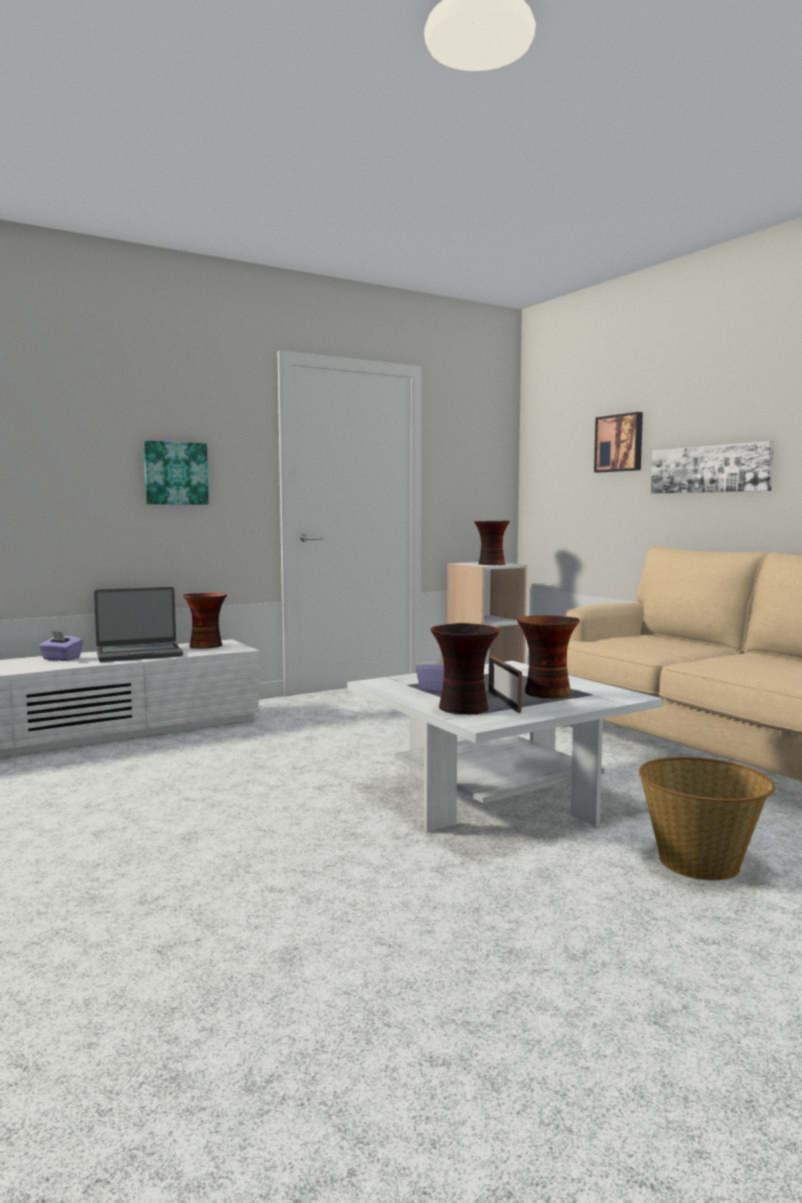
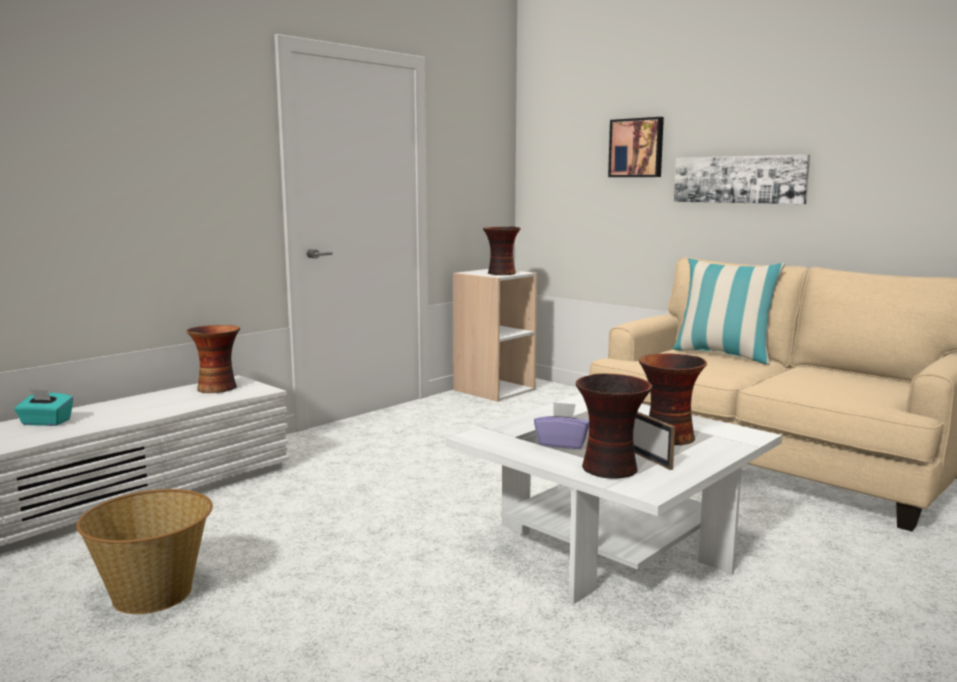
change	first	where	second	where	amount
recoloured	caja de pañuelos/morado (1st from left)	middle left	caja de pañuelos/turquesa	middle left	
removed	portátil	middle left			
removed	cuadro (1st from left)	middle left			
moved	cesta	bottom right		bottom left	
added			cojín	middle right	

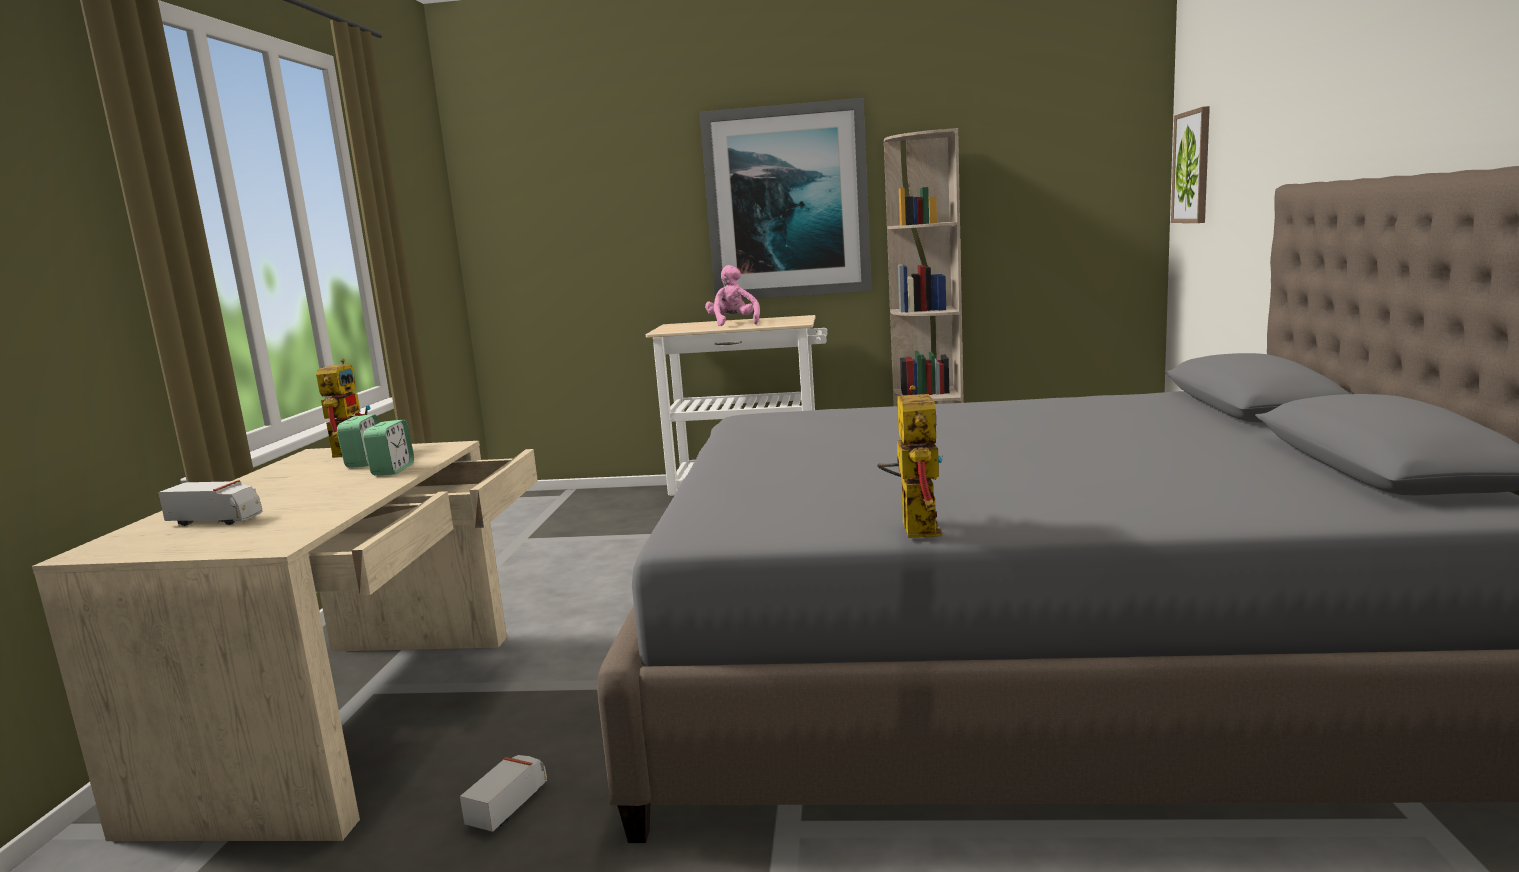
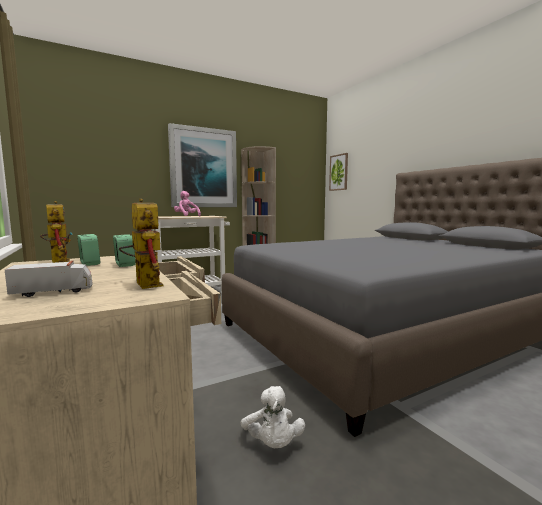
change	first	where	second	where	amount
replaced	camión de juguete (2nd from left)	bottom left	peluche/blanco	bottom centre	
moved	robot de juguete (2nd from left)	centre		middle left	

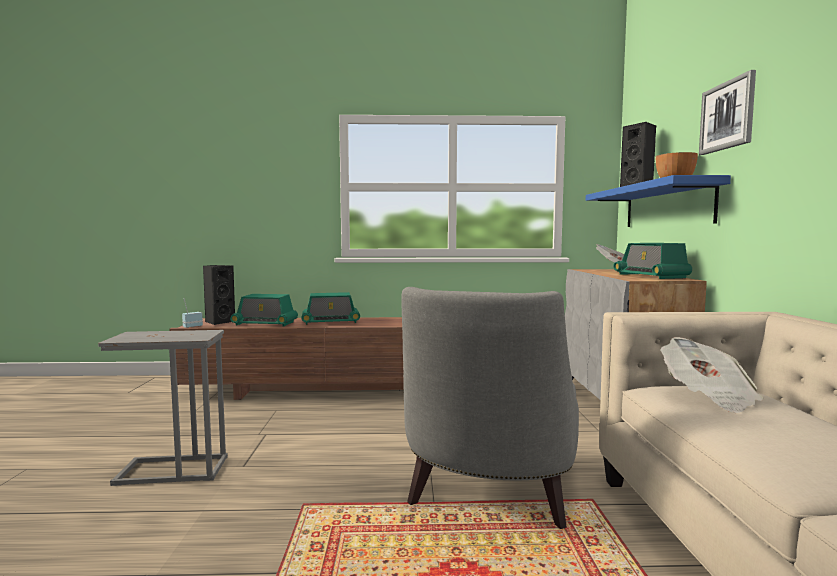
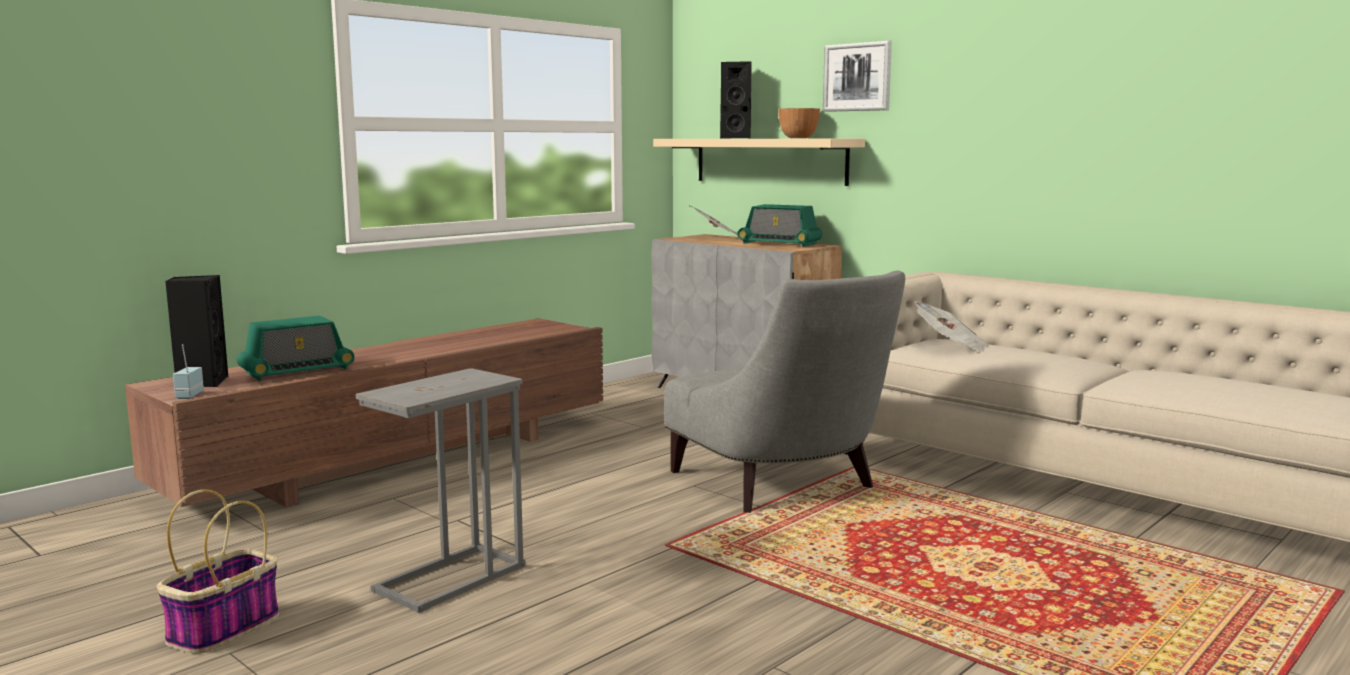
change	first	where	second	where	amount
removed	radio (3rd from left)	centre			
recoloured	estante/azul	middle right	estante/beis	top centre	
added			cesta	bottom left	

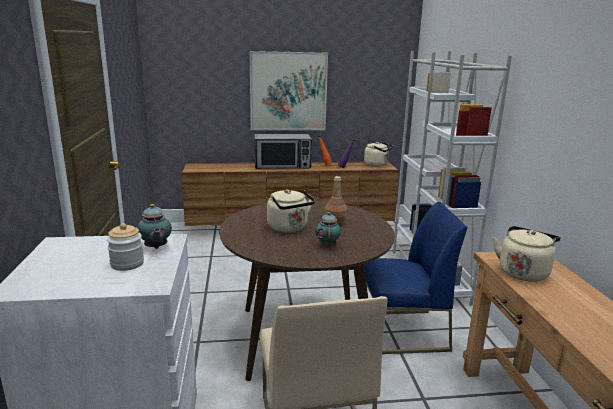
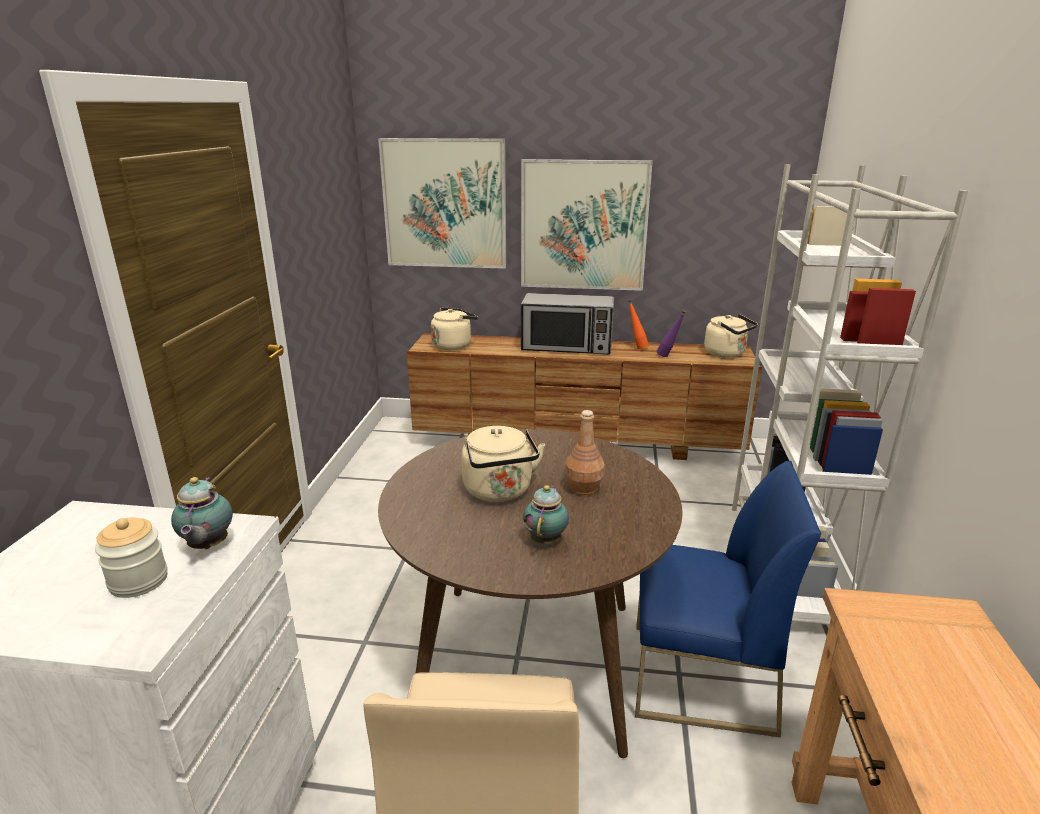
change	first	where	second	where	amount
moved	hervidor/beis (3rd from left in the first image)	middle right	hervidor/beis (1st from left)	centre	
added			cuadro (1st from left)	top centre	

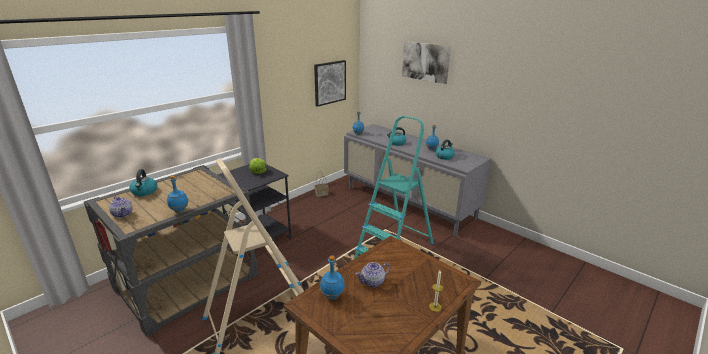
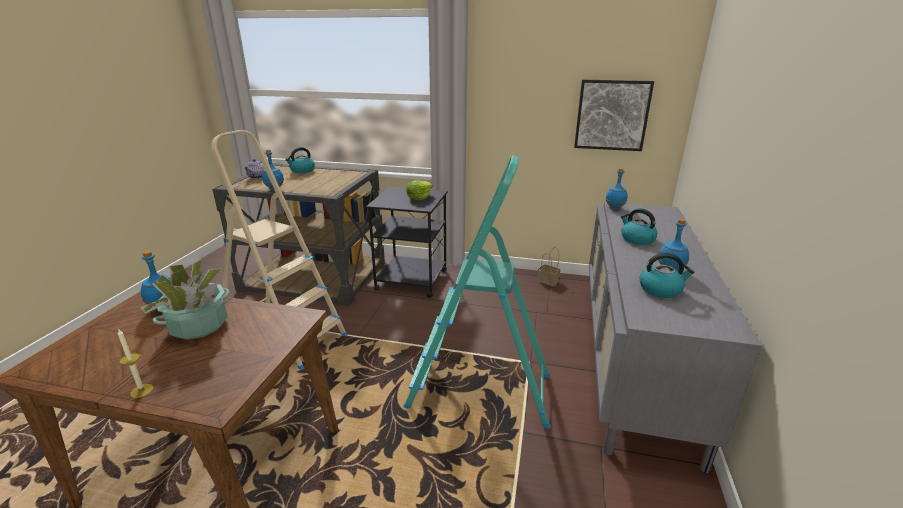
change	first	where	second	where	amount
replaced	tetera (2nd from left)	bottom centre	planta en maceta	middle left	
removed	cuadro (2nd from left)	top centre			

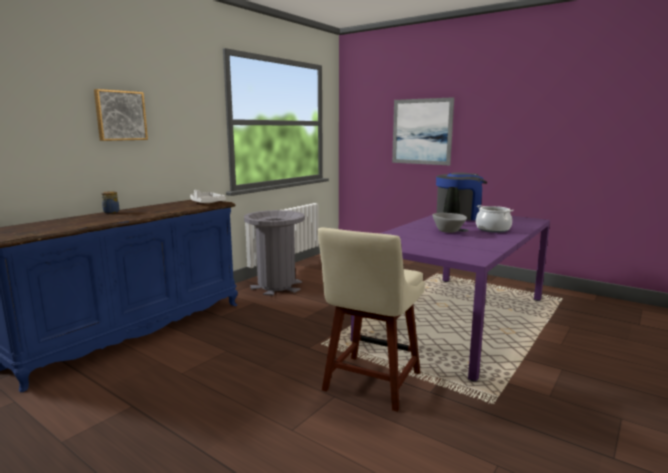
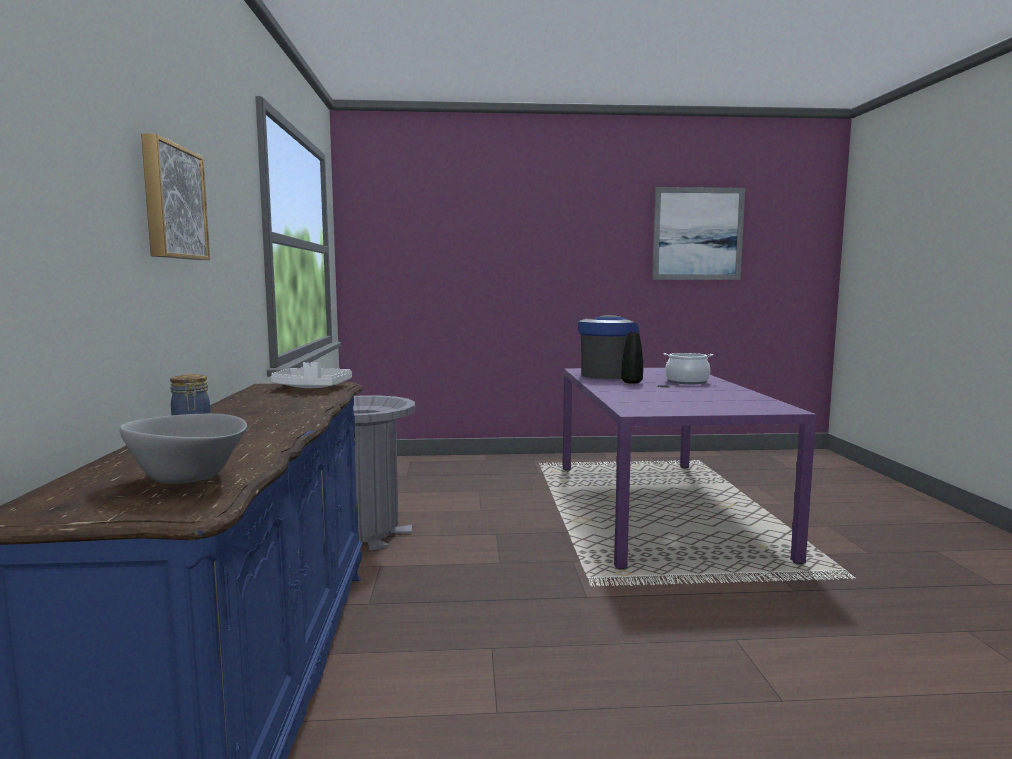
change	first	where	second	where	amount
removed	taburete/beis	bottom centre			
moved	cuadro (2nd from left)	top centre		top right	
moved	cuenco/gris	middle right		middle left	

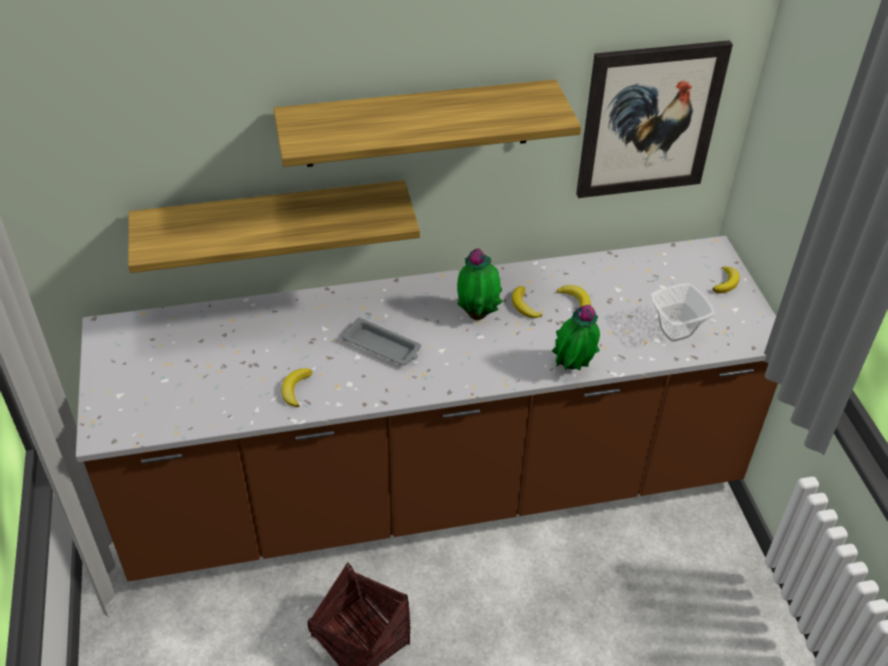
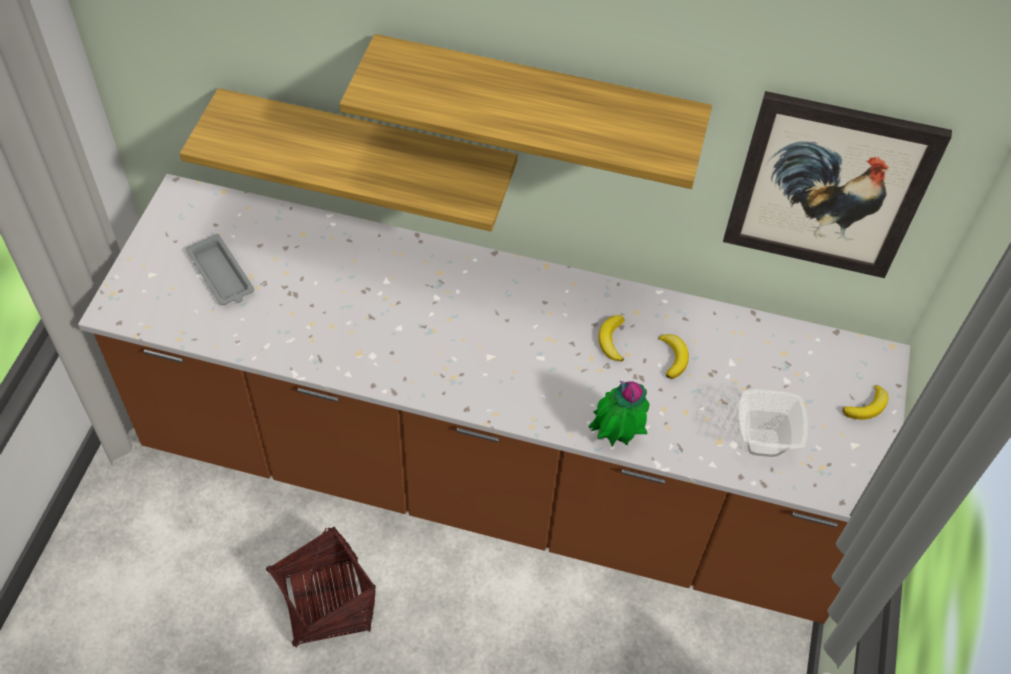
change	first	where	second	where	amount
removed	plátano (1st from left)	centre			
moved	bandeja/gris	centre		middle left	
removed	planta en maceta (1st from left)	centre			

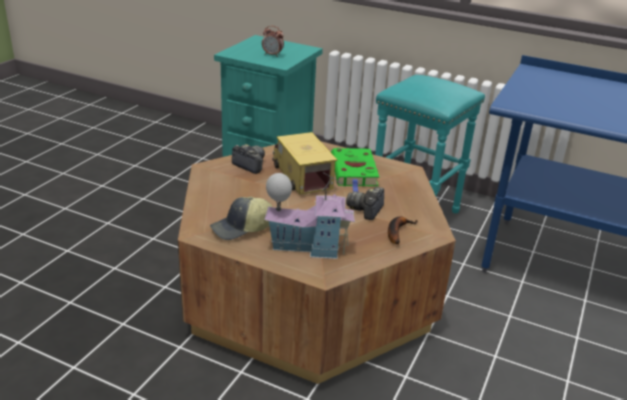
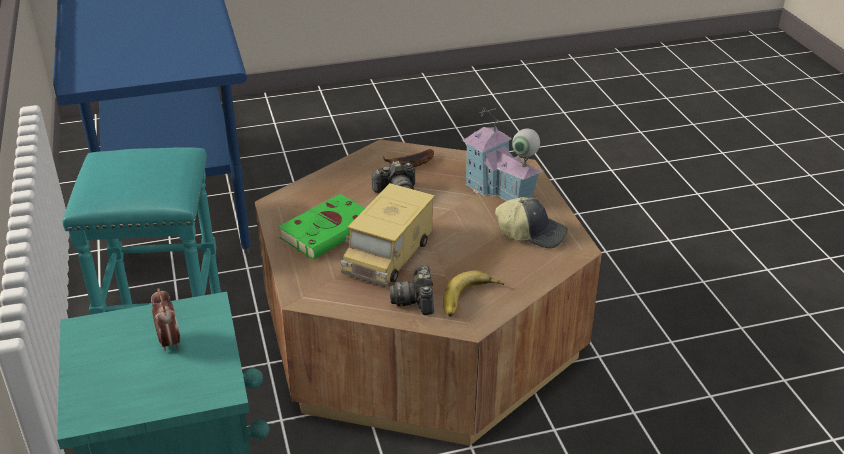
change	first	where	second	where	amount
added			plátano (2nd from left)	centre	

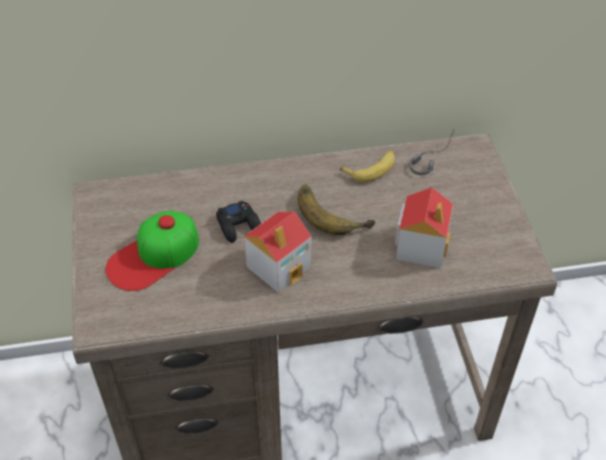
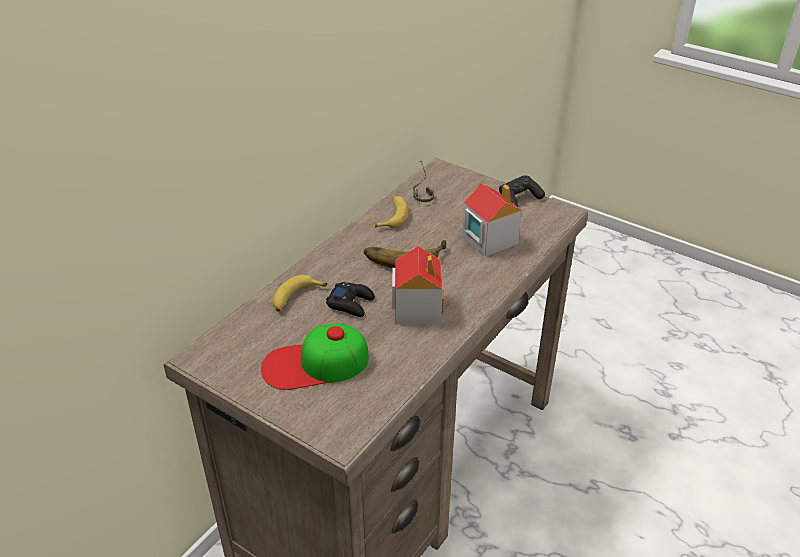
change	first	where	second	where	amount
turned	gorra	middle left		centre	75 degrees clockwise
added			plátano (1st from left)	centre	
added			mando de consola/negro (2nd from left)	centre	

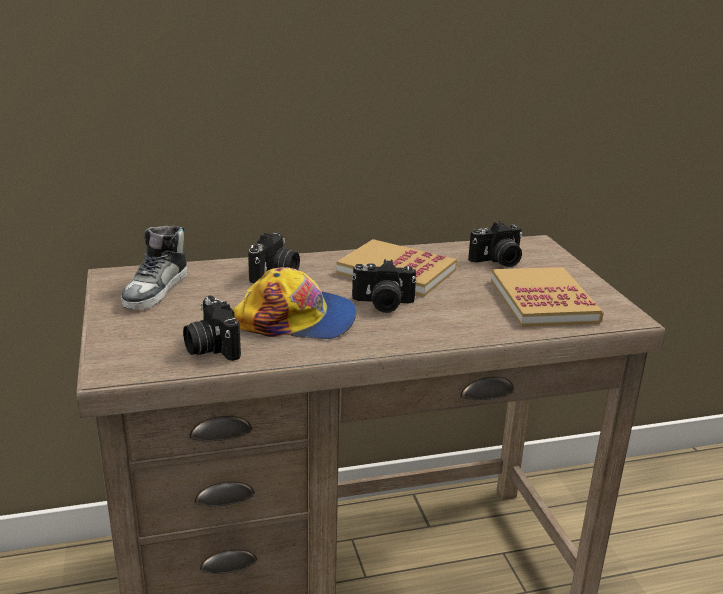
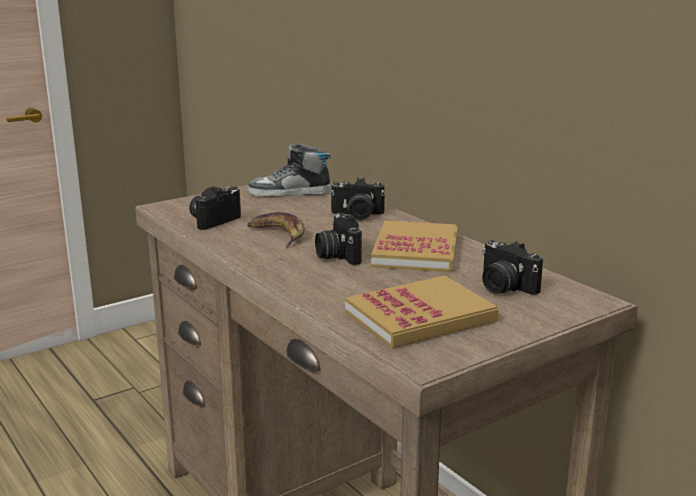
change	first	where	second	where	amount
replaced	gorra	centre	plátano	centre	

